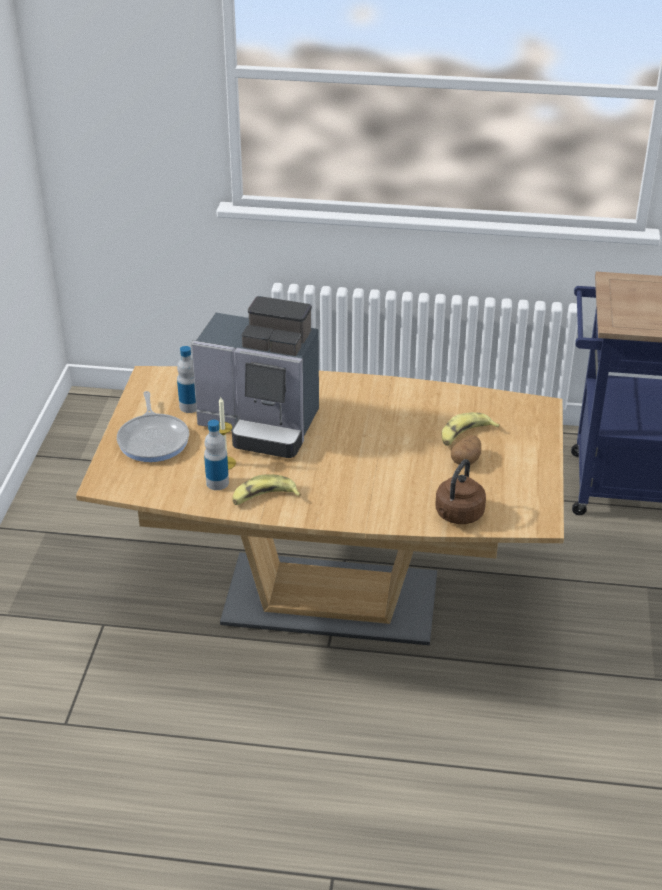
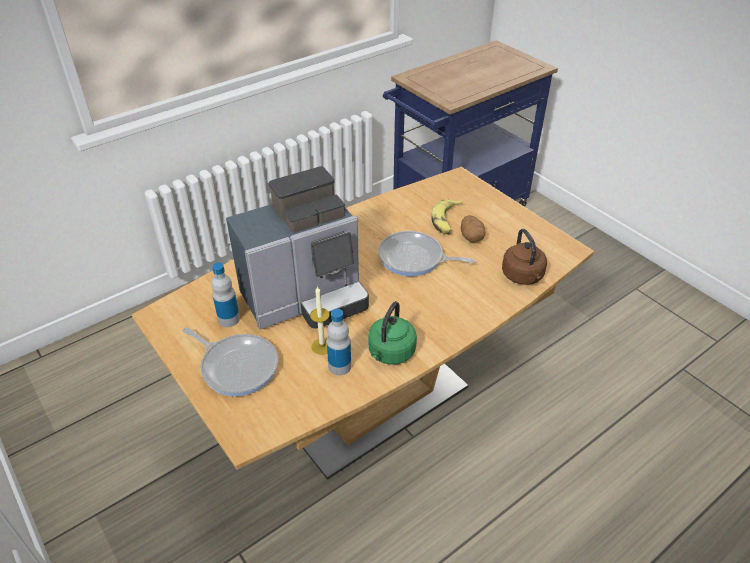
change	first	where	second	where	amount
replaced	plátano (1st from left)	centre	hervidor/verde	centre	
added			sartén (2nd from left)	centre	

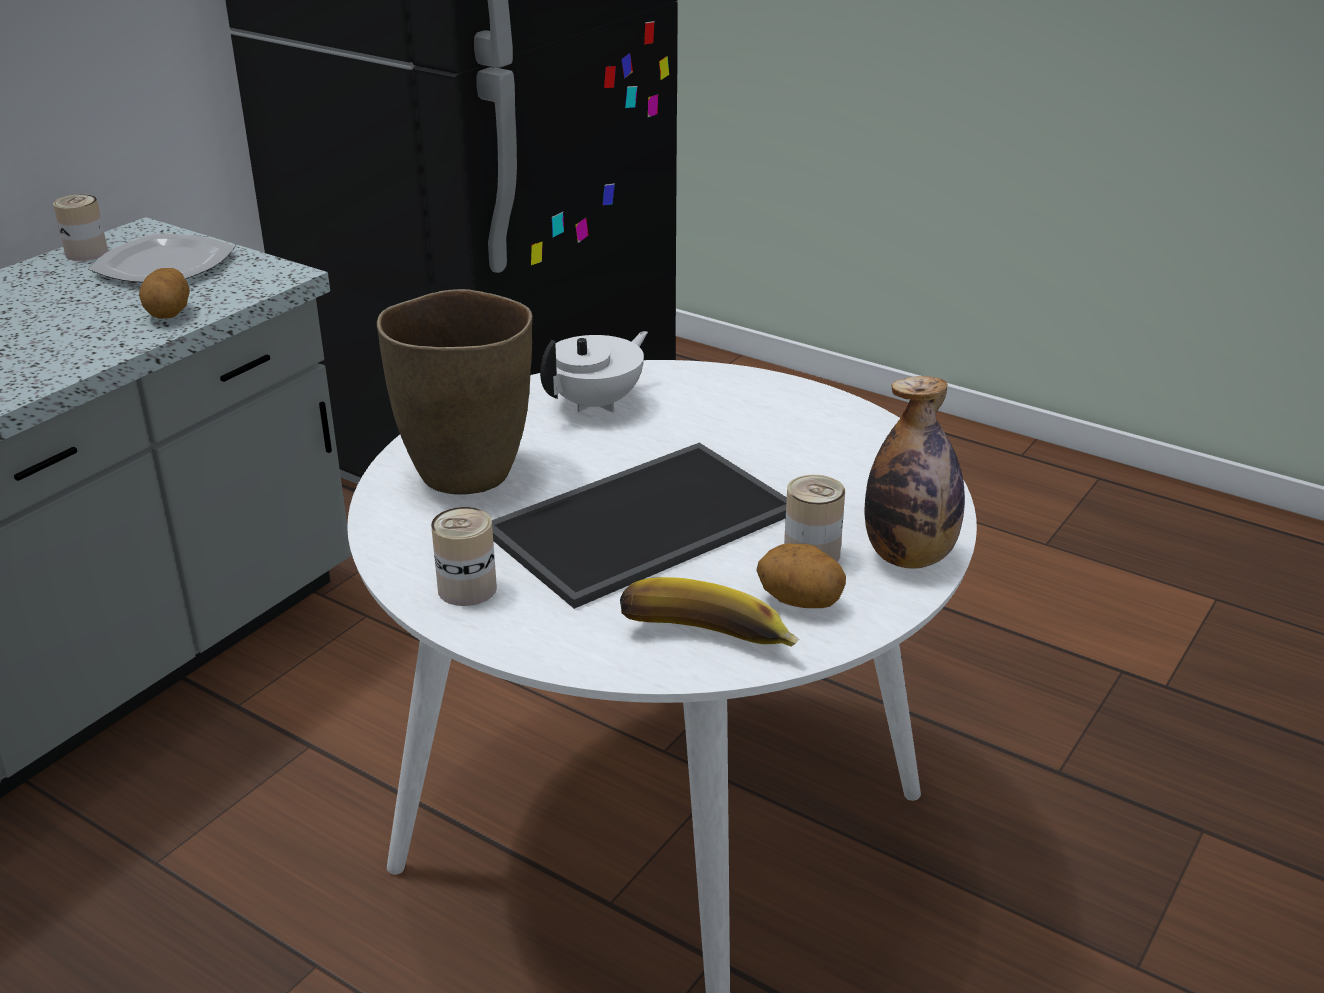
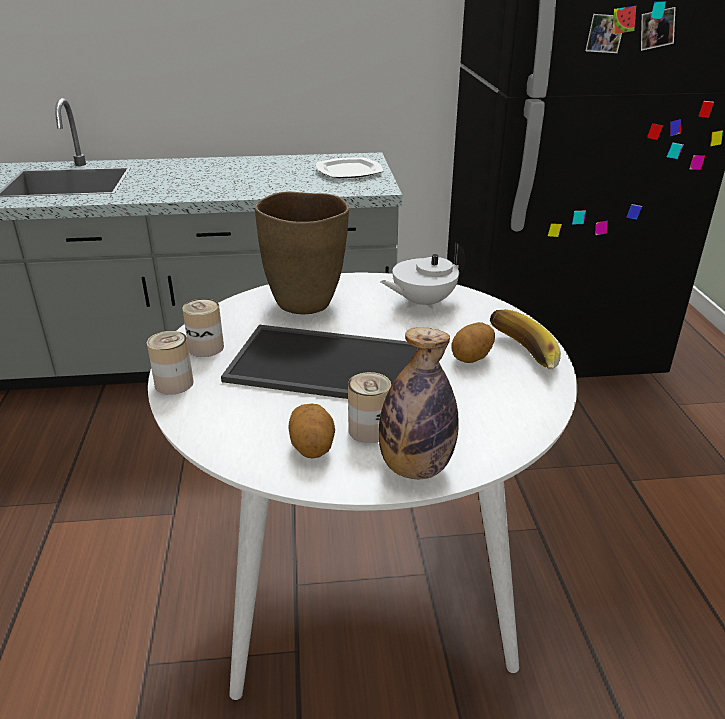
change	first	where	second	where	amount
moved	lata (1st from left)	top left		middle left	
moved	patata (1st from left in the first image)	top left	patata (2nd from left)	centre	
turned	tetera/blanco	centre		centre	150 degrees clockwise
moved	plátano	centre		middle right	

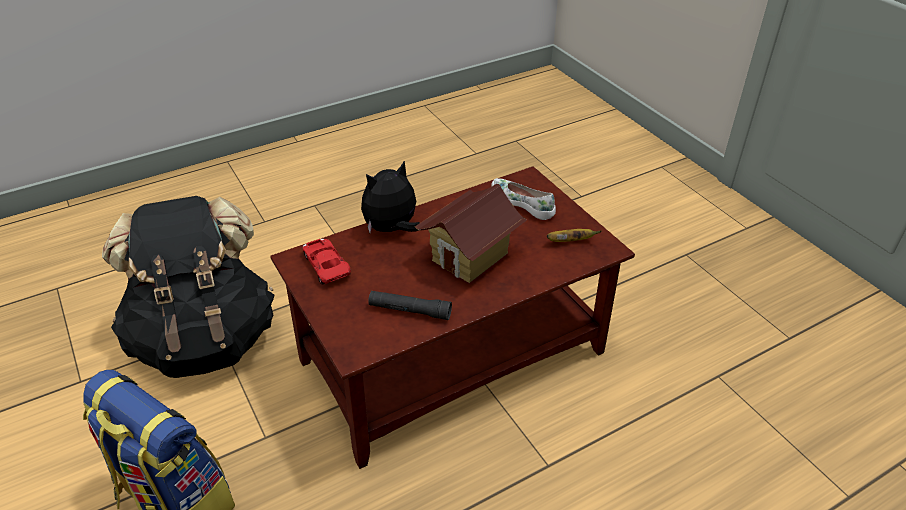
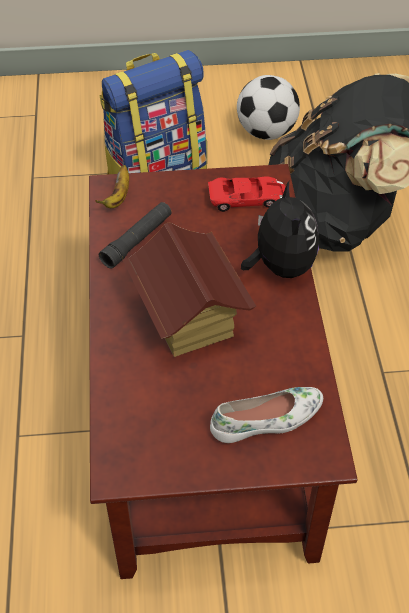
change	first	where	second	where	amount
moved	plátano	centre		top left	
added			balón de fútbol	top centre	

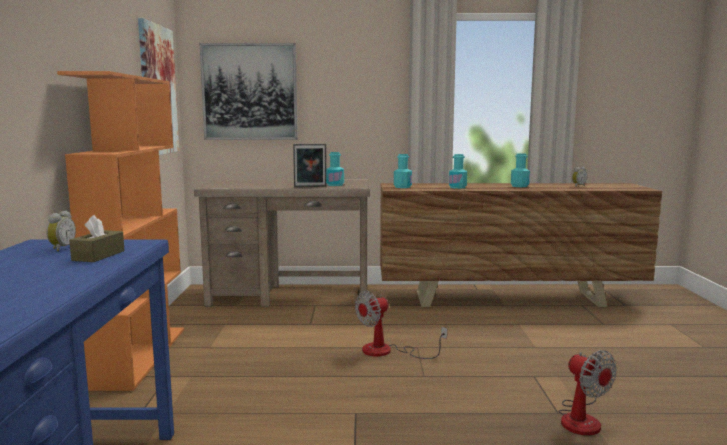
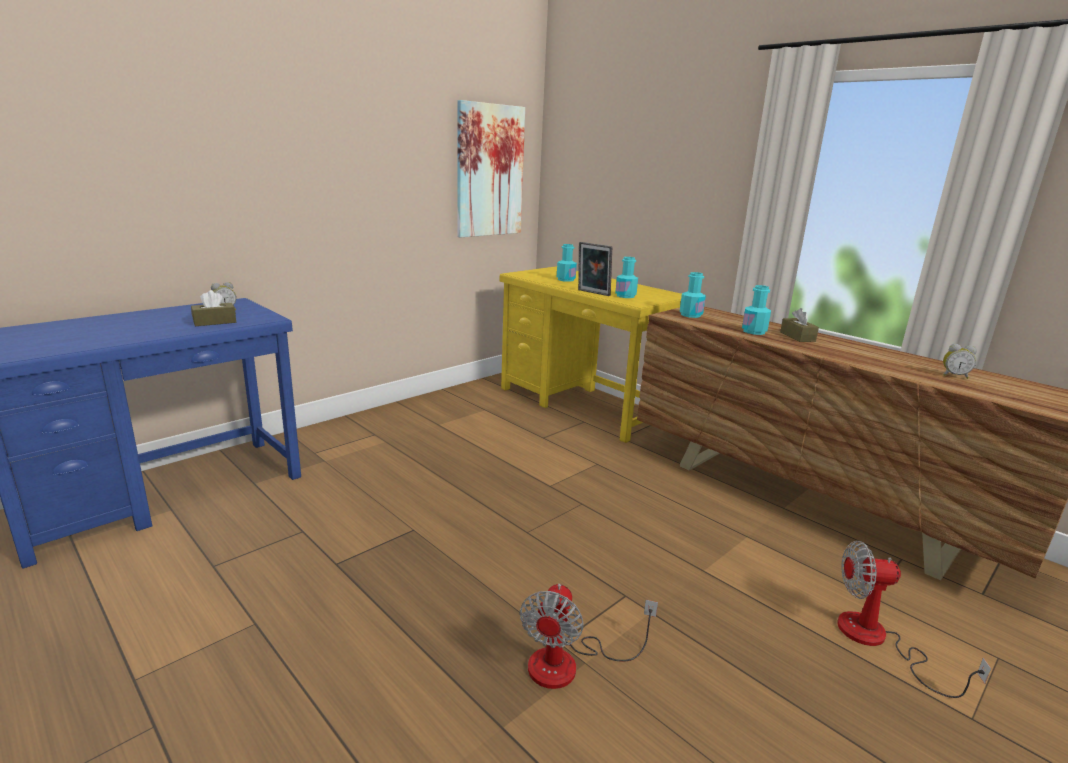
change	first	where	second	where	amount
removed	estantería/naranja	middle left			
recoloured	escritorio/marrón	centre	escritorio/amarillo	centre	
removed	cuadro (2nd from left)	top centre			
moved	ventilador (1st from left in the first image)	bottom centre	ventilador (2nd from left)	bottom right	
moved	botella/turquesa (4th from left in the first image)	middle right	botella/turquesa (1st from left)	centre	
added			caja de pañuelos/marrón (2nd from left)	middle right	

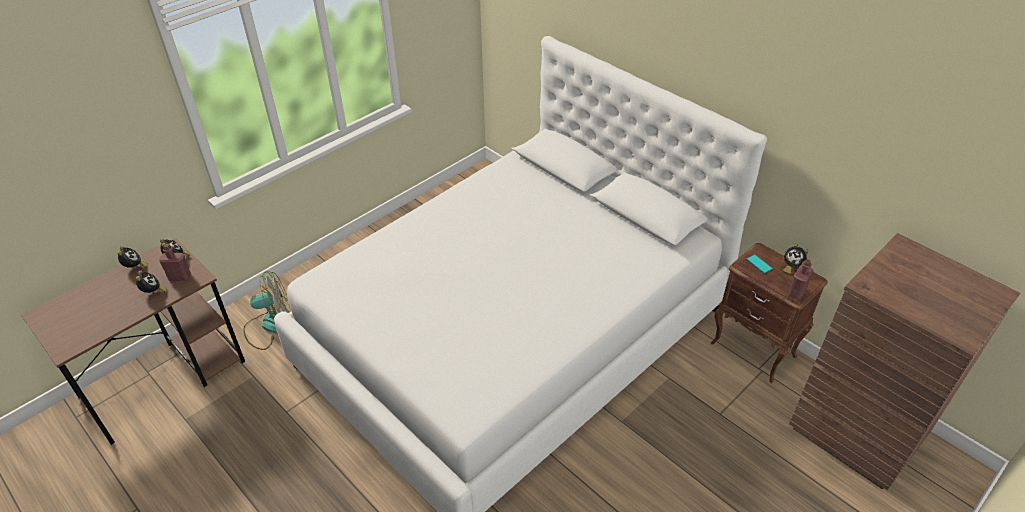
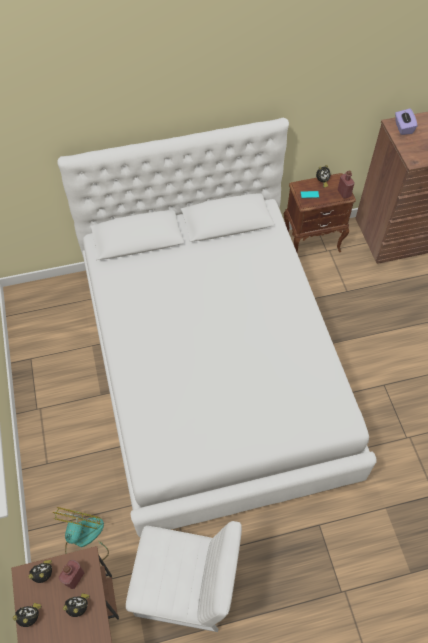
change	first	where	second	where	amount
added			silla/blanco	bottom centre	
added			caja de pañuelos/morado	top right	

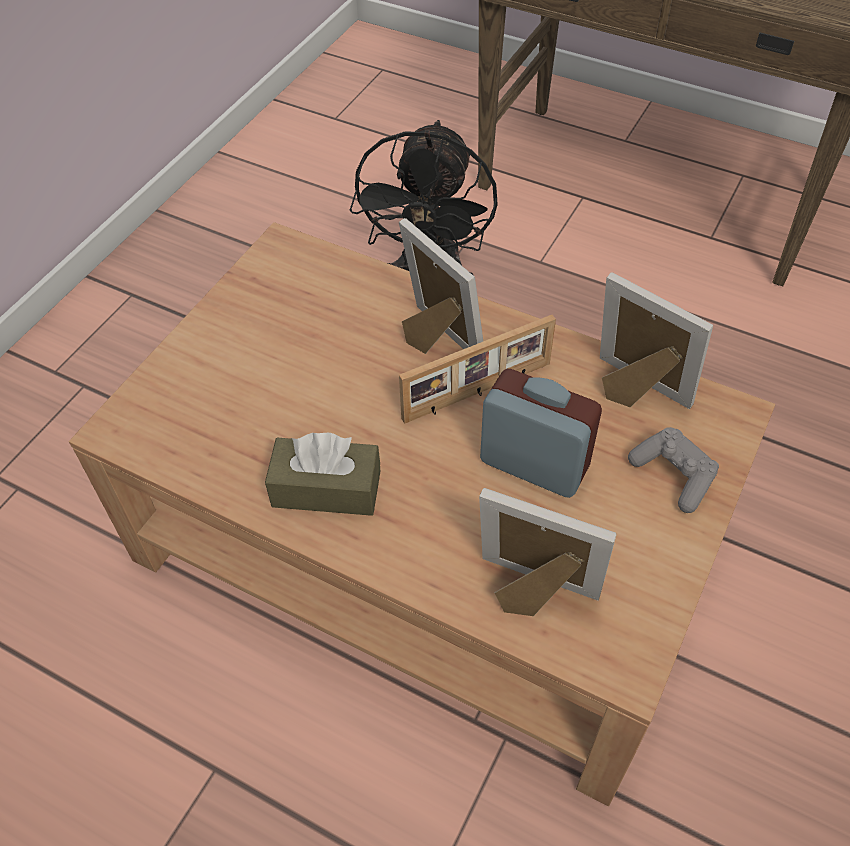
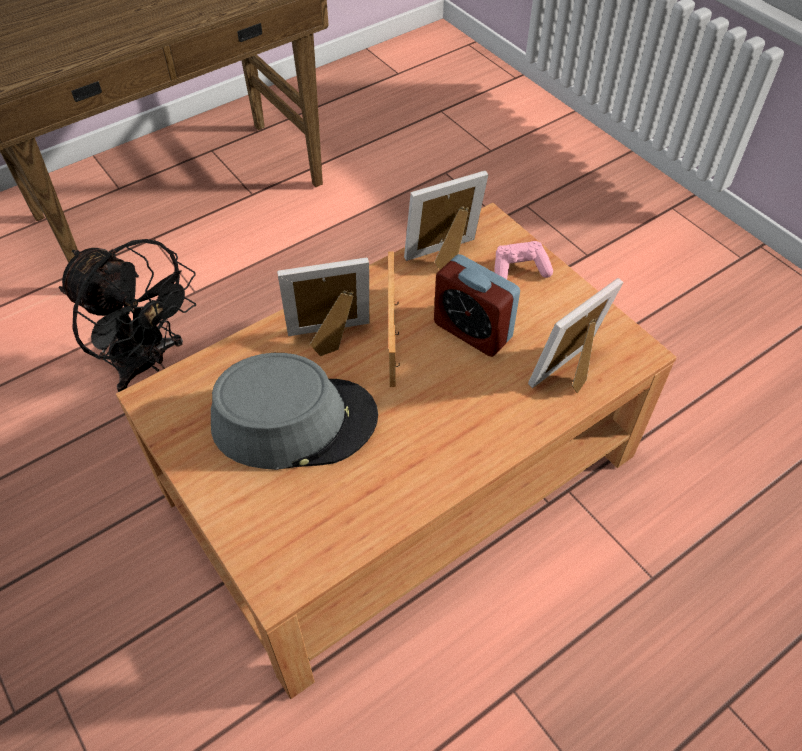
change	first	where	second	where	amount
removed	caja de pañuelos/marrón	centre			
turned	despertador	centre		centre	105 degrees counterclockwise
recoloured	mando de consola/gris	middle right	mando de consola/rosa	centre	
added			sombrero/gris	centre	

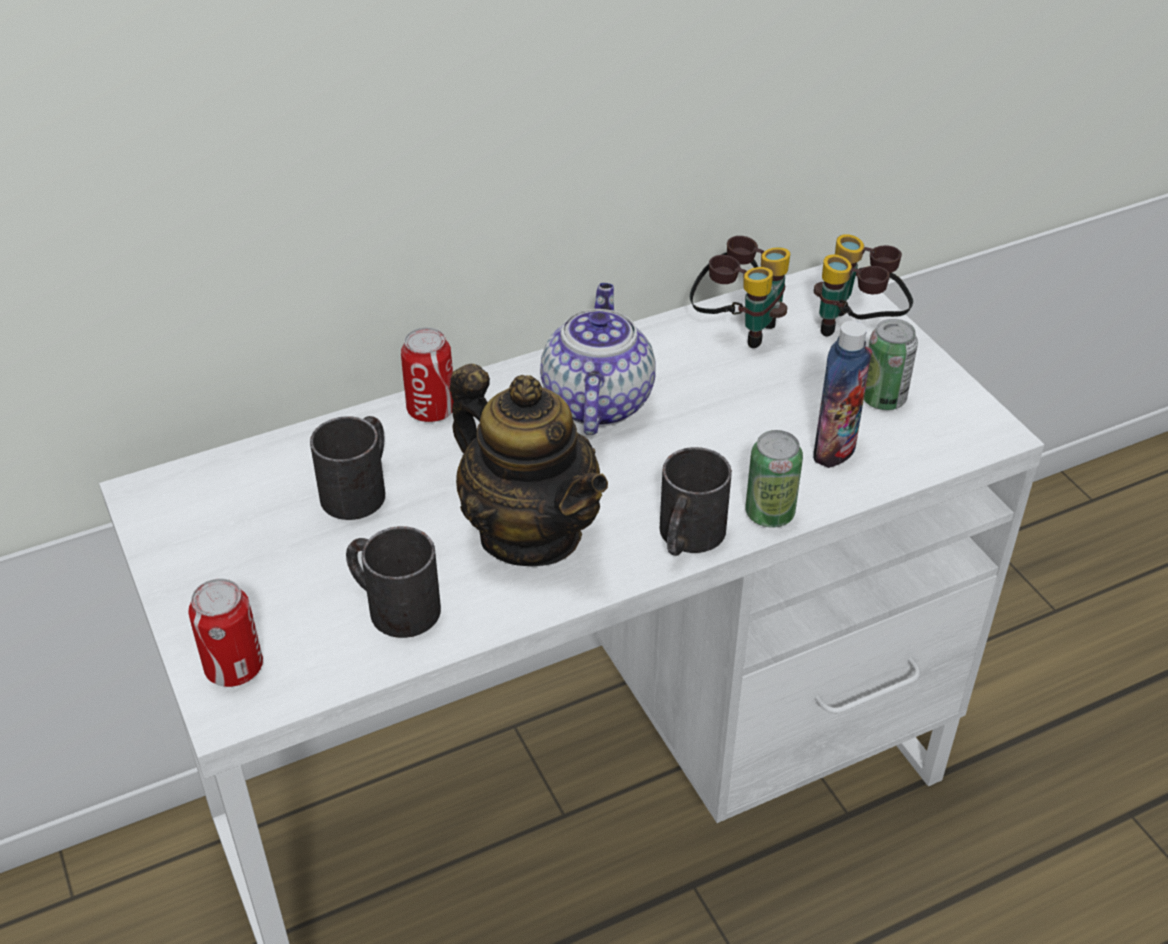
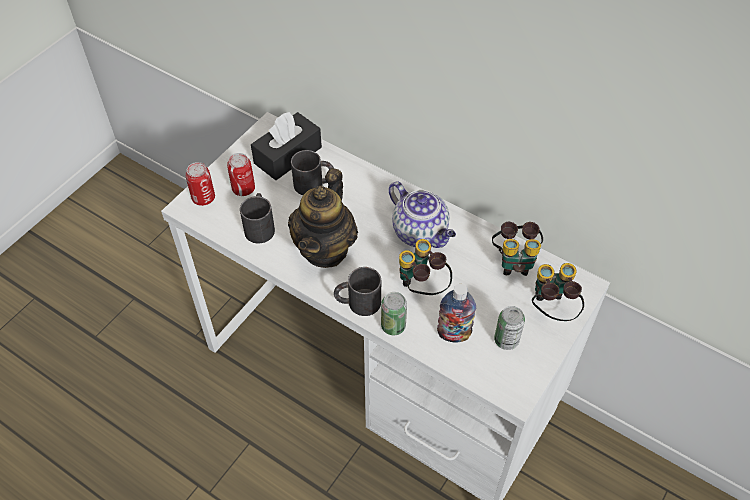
change	first	where	second	where	amount
moved	lata (2nd from left)	centre		middle left	
turned	tetera (2nd from left)	centre		centre	75 degrees clockwise
added			caja de pañuelos/negro	top centre	
added			prismáticos (1st from left)	centre	

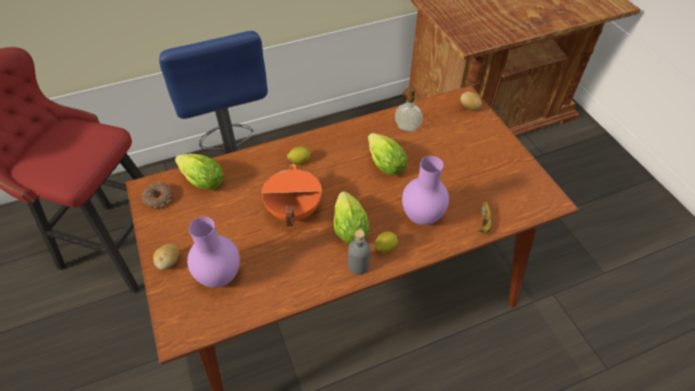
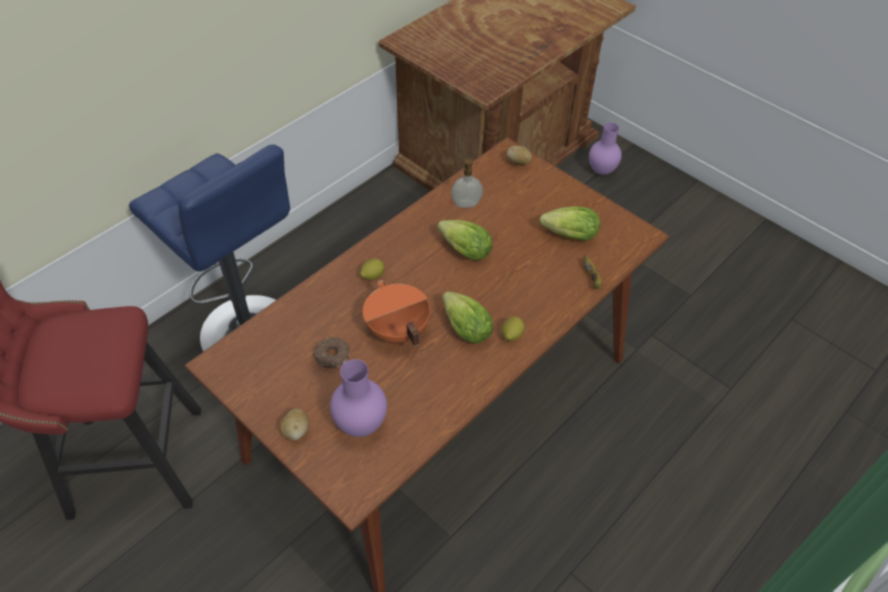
change	first	where	second	where	amount
moved	rosquilla	middle left		centre	
moved	lechuga (1st from left in the first image)	middle left	lechuga (3rd from left)	centre	
removed	botella/gris	centre			
moved	florero/morado (2nd from left)	centre		top right	

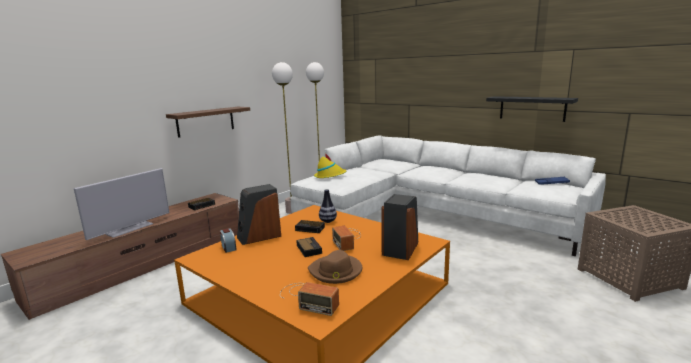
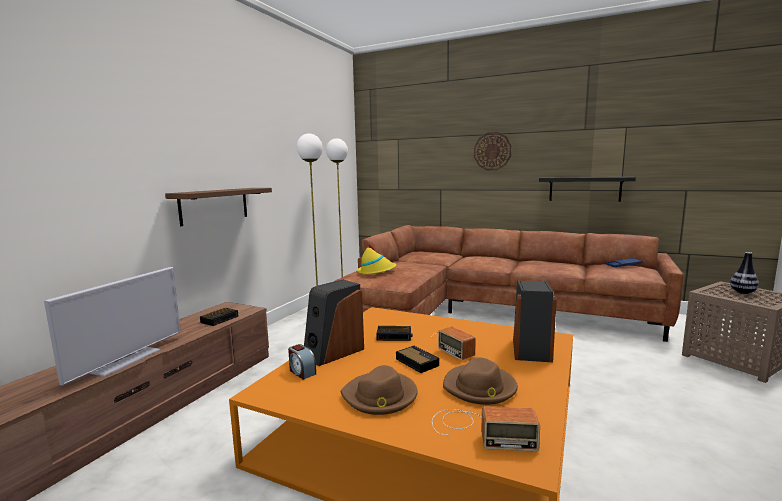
change	first	where	second	where	amount
recoloured	sofá/blanco	centre	sofá/marrón	centre	
moved	florero	centre		middle right	
added			sombrero/marrón (1st from left)	bottom centre	
added			reloj de pared	top centre	

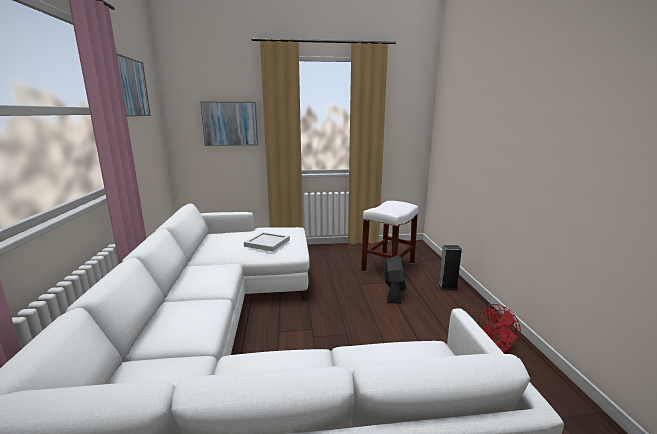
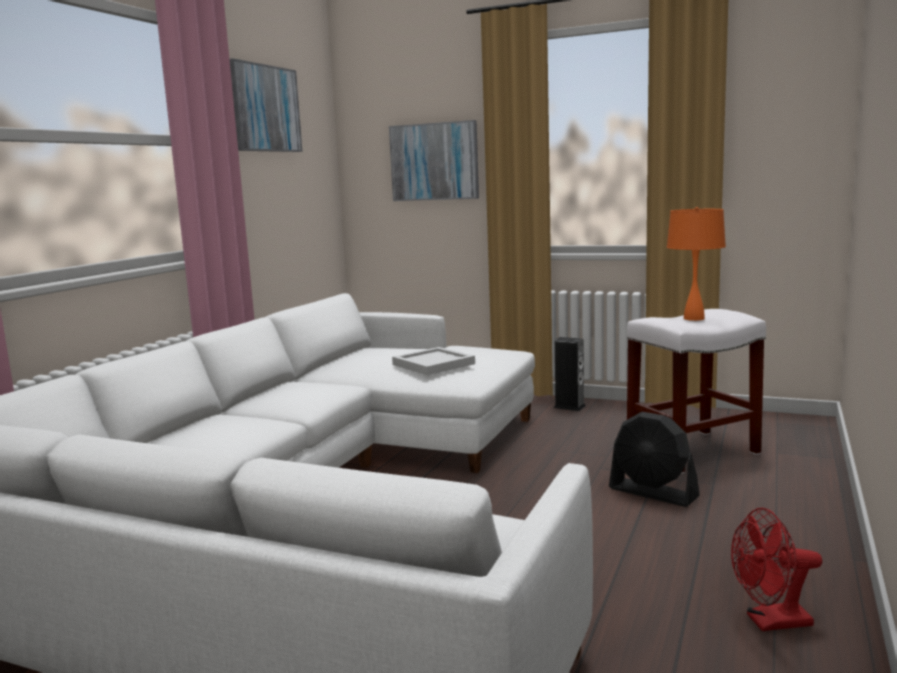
change	first	where	second	where	amount
turned	ventilador/negro	centre		bottom right	90 degrees clockwise
moved	altavoz	middle right		centre	
added			lámpara de mesa/naranja	middle right	

